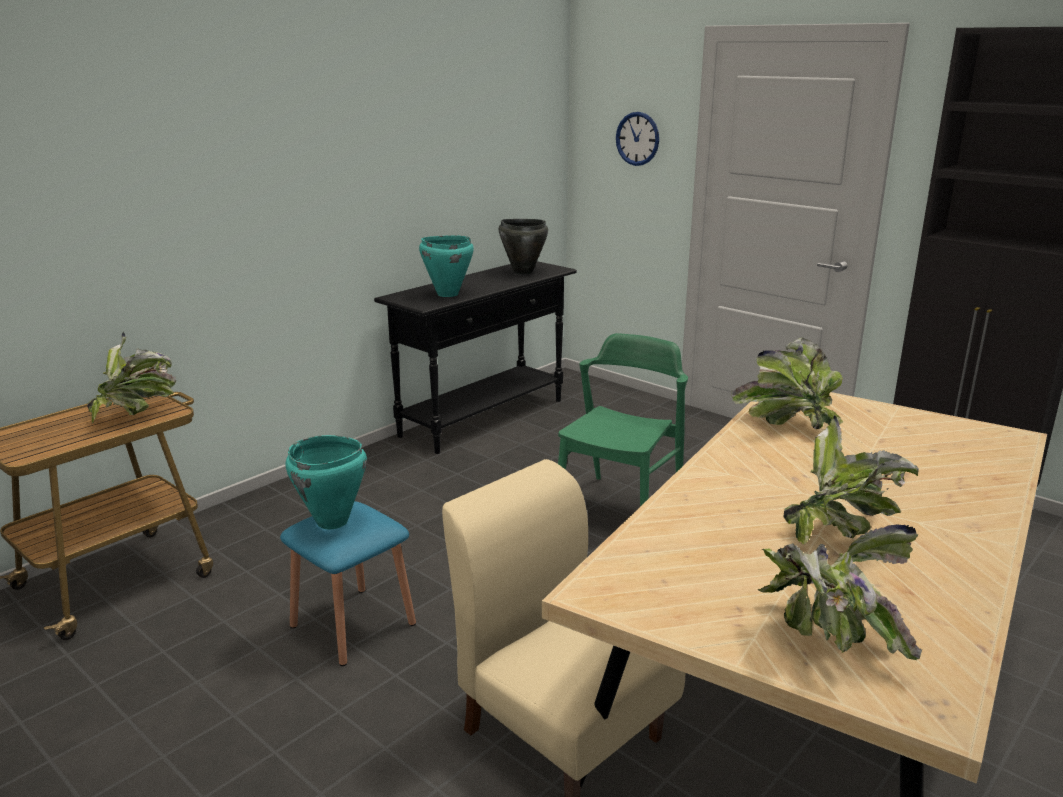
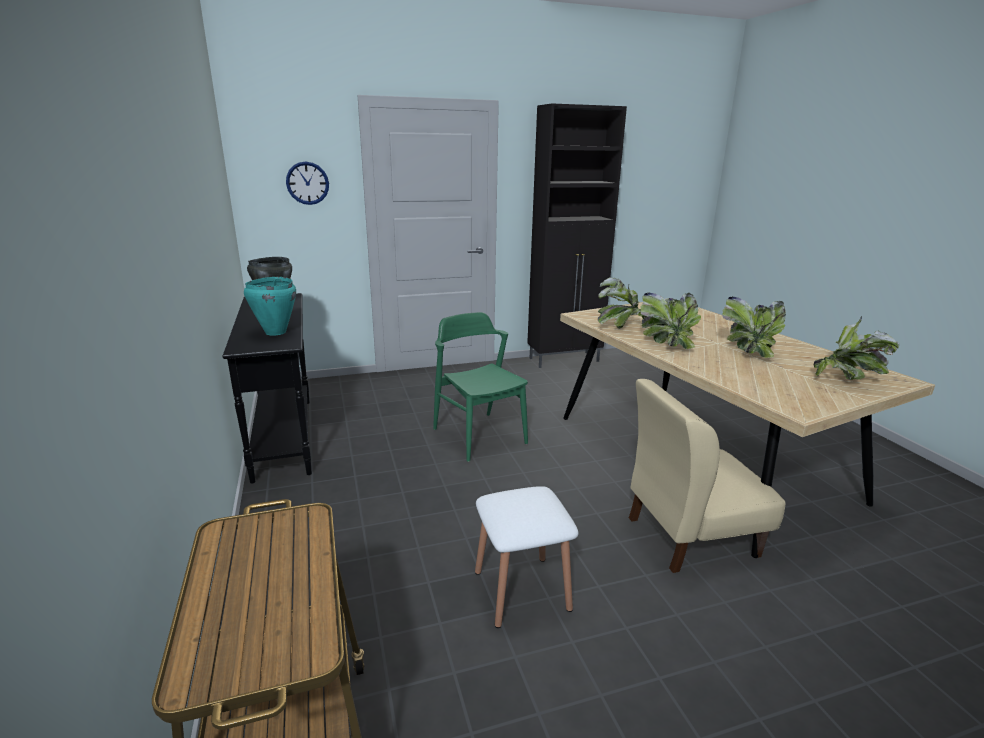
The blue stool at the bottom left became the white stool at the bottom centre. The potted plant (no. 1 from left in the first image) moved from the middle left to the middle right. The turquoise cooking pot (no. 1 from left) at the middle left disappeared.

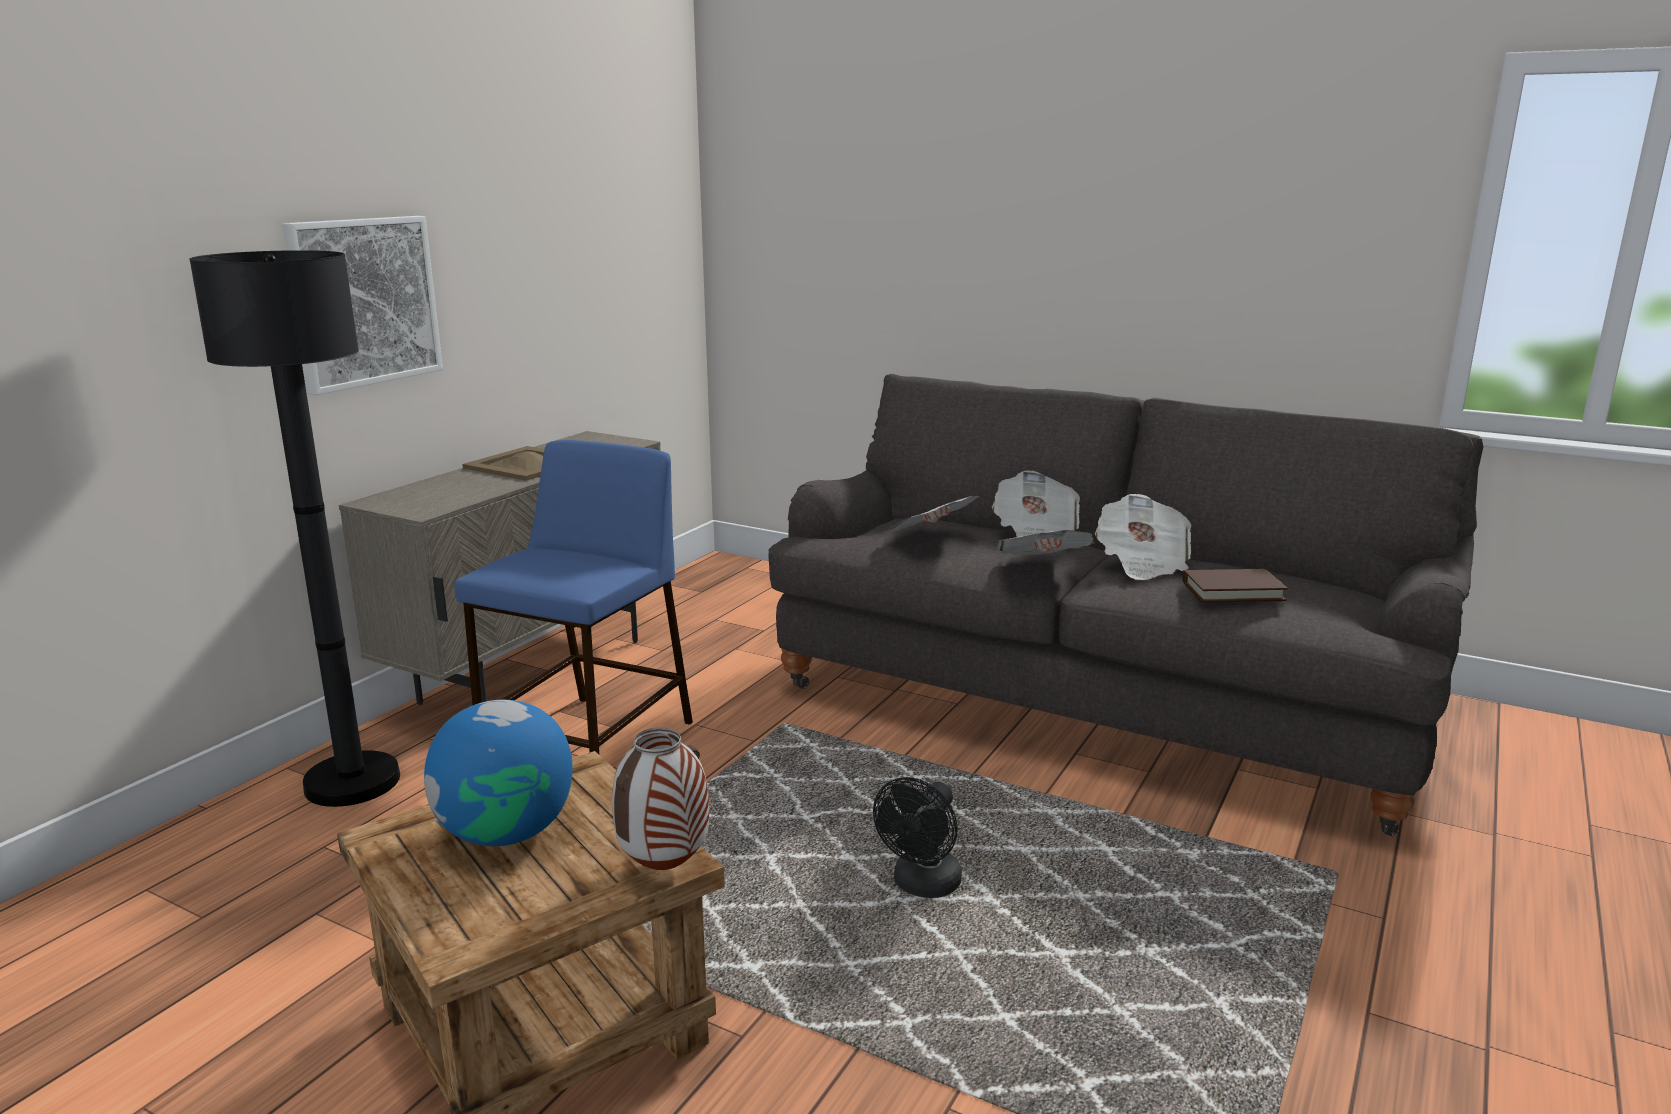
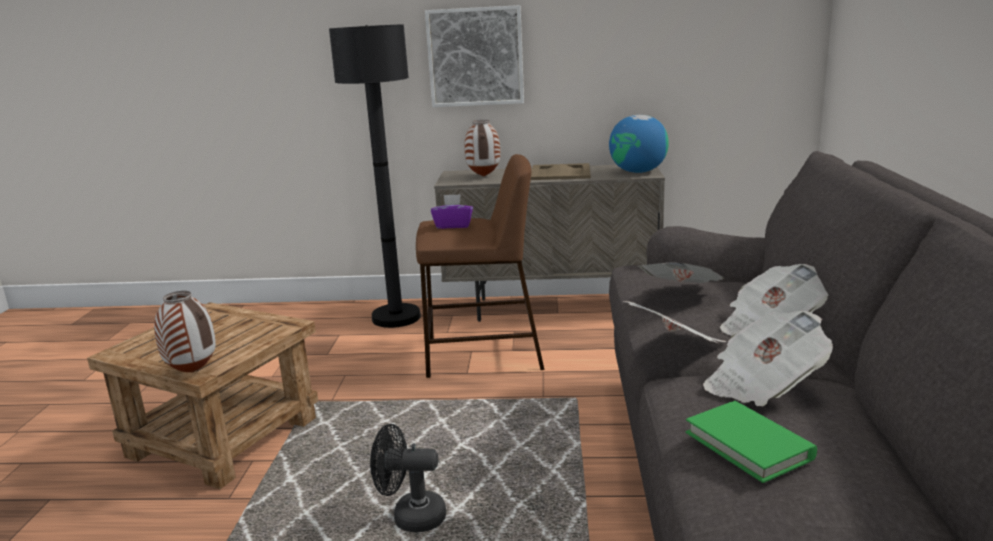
The blue stool at the centre became the brown stool at the centre. The purple tissue box at the centre appeared. The vase (no. 2 from left) at the top centre appeared. The globe moved from the bottom left to the top centre. The brown book at the middle right became the green book at the bottom right.

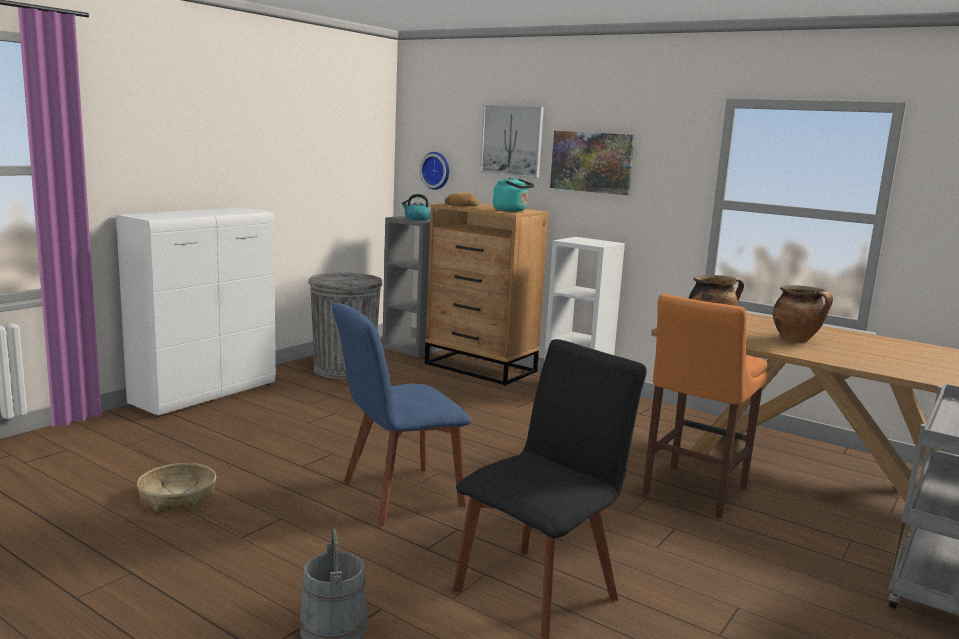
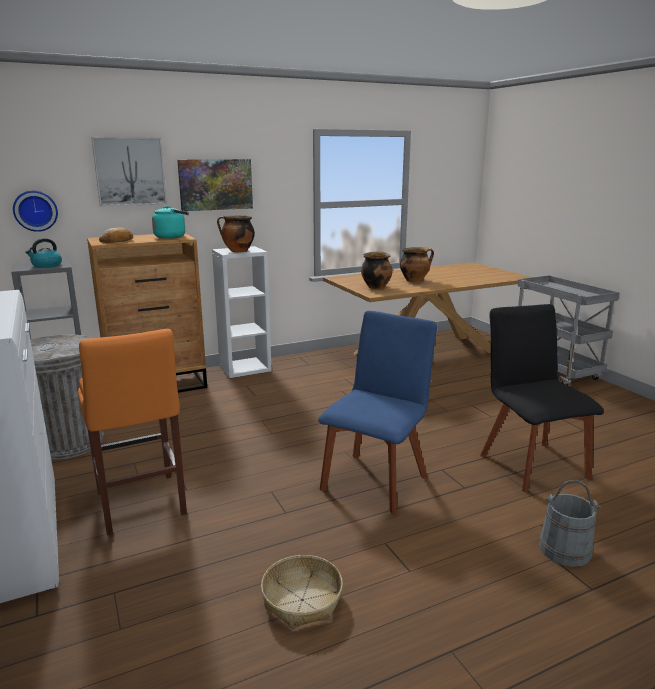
The orange stool moved from the middle right to the middle left. The cooking pot (no. 1 from left) at the centre appeared. The blue chair at the centre turned 150 degrees counterclockwise.

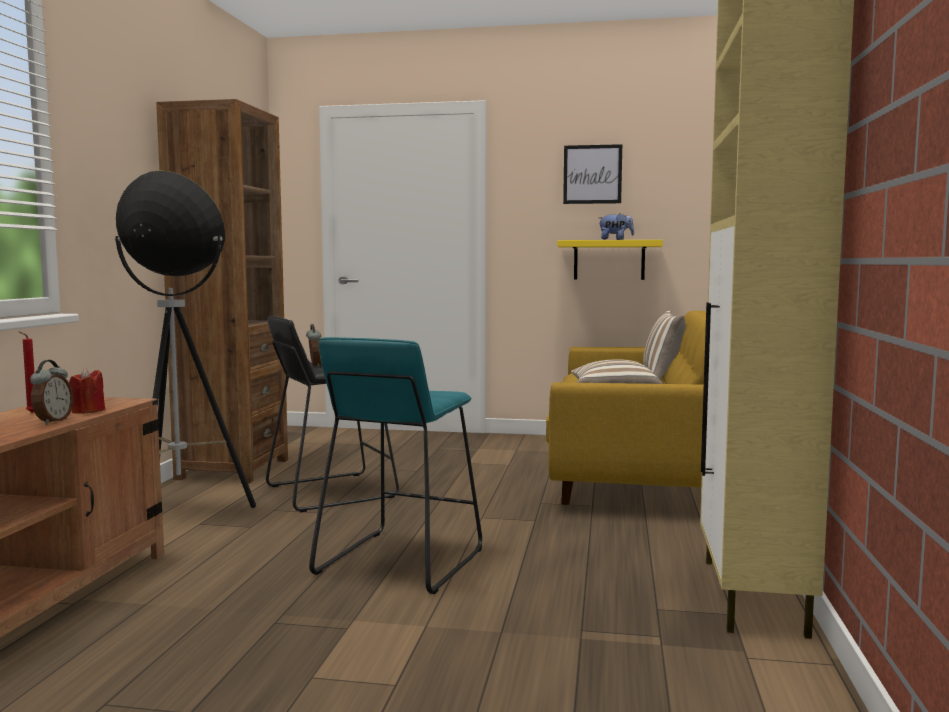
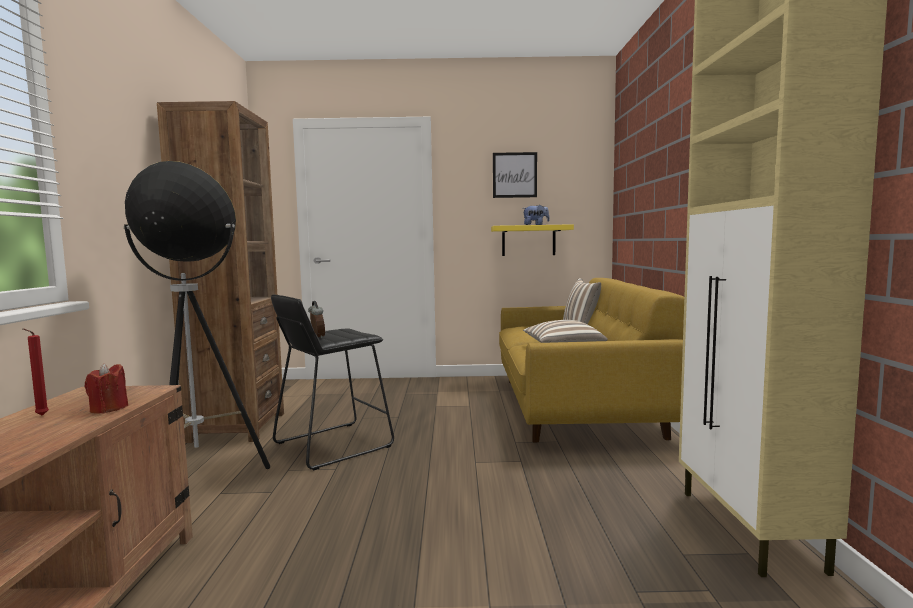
The alarm clock (no. 1 from left) at the middle left disappeared. The turquoise stool at the centre disappeared.

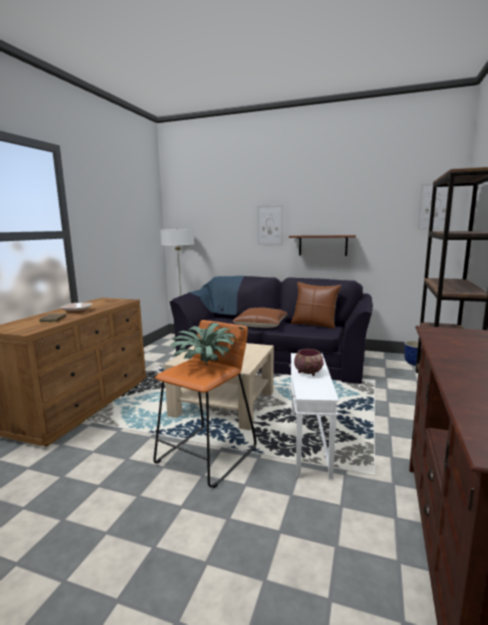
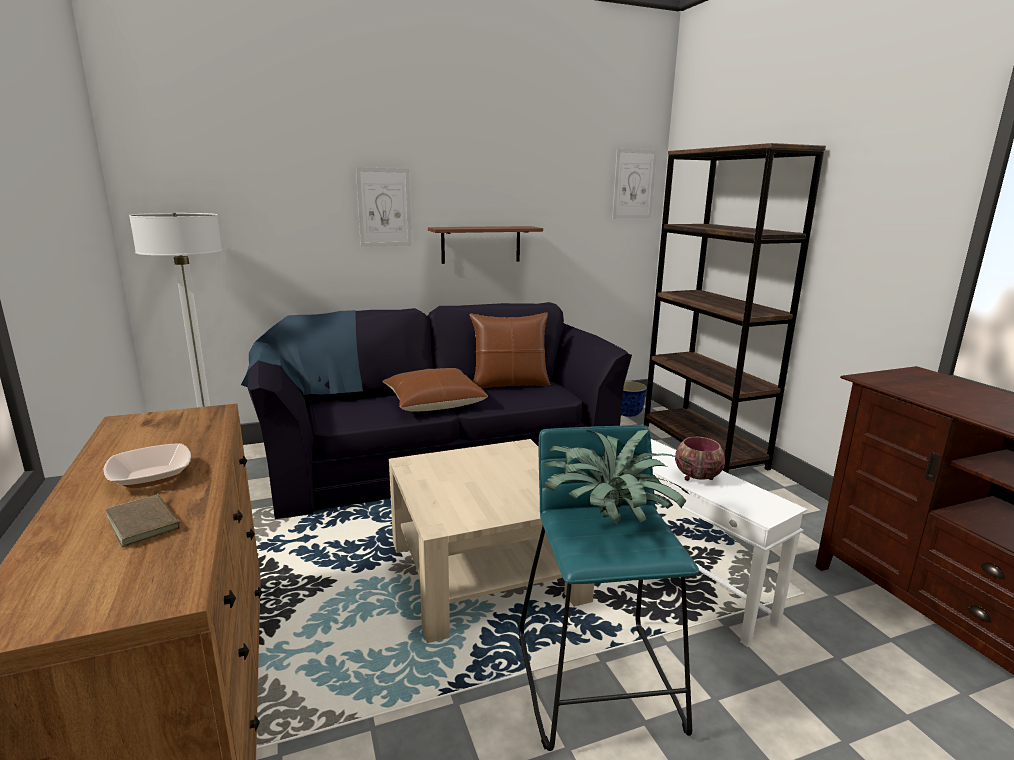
The orange stool at the centre became the turquoise stool at the bottom centre.

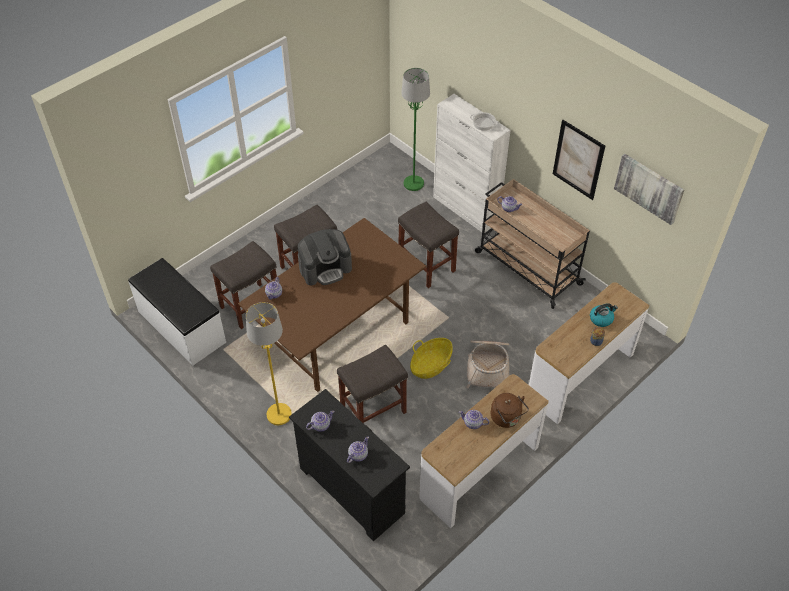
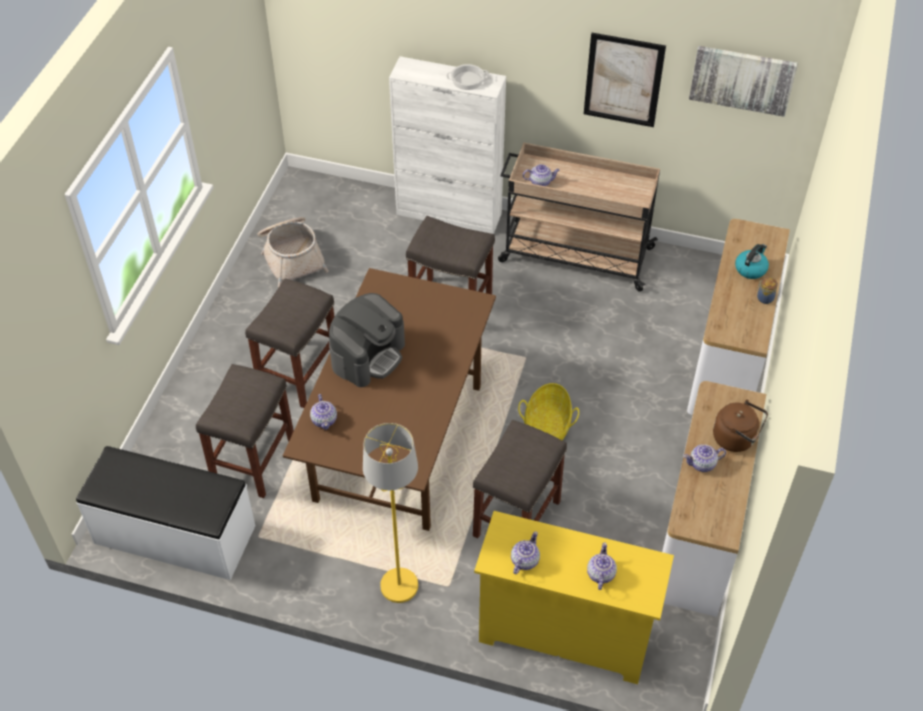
The basket (no. 2 from left in the first image) moved from the centre to the middle left. The black dresser at the bottom centre became the yellow dresser at the bottom centre. The green floor lamp at the top centre disappeared.

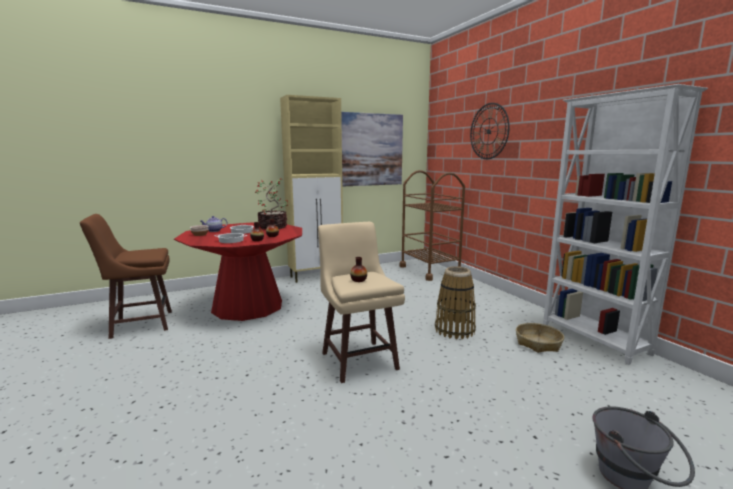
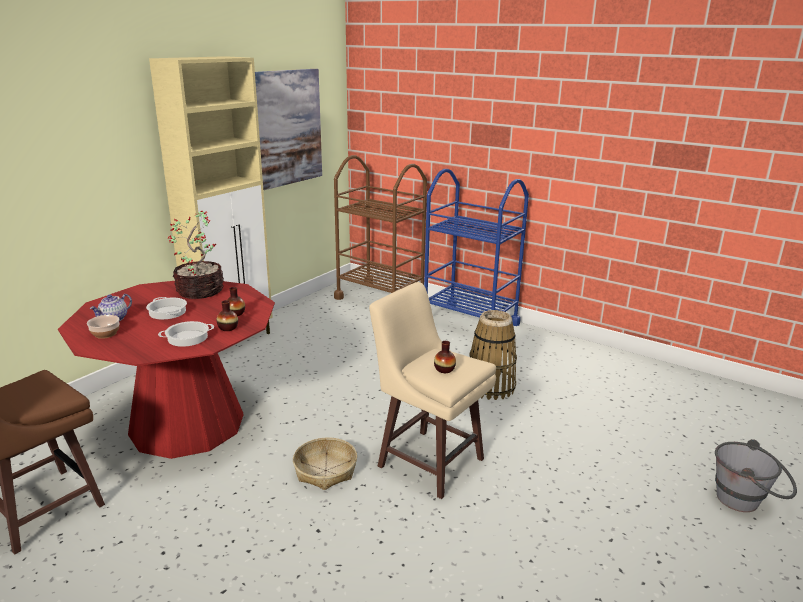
The basket (no. 2 from left in the first image) moved from the bottom right to the bottom centre. The blue cart at the centre appeared. The wall clock at the top right disappeared. The white bookcase at the middle right disappeared.

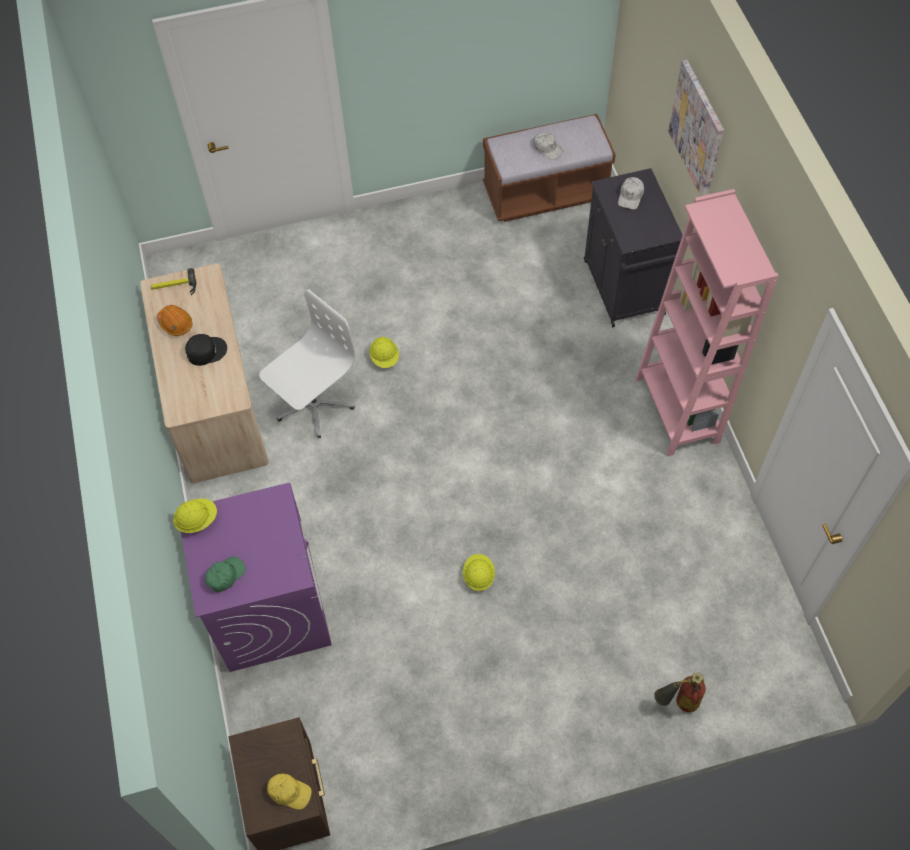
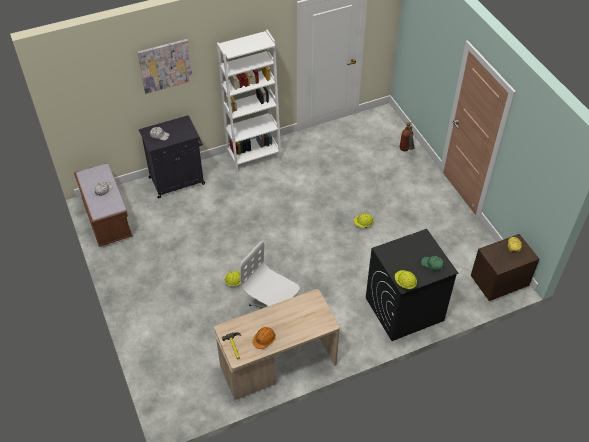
The pink bookcase at the middle right became the white bookcase at the top centre. The purple washing machine at the bottom left became the black washing machine at the middle right. The black cap at the middle left disappeared.

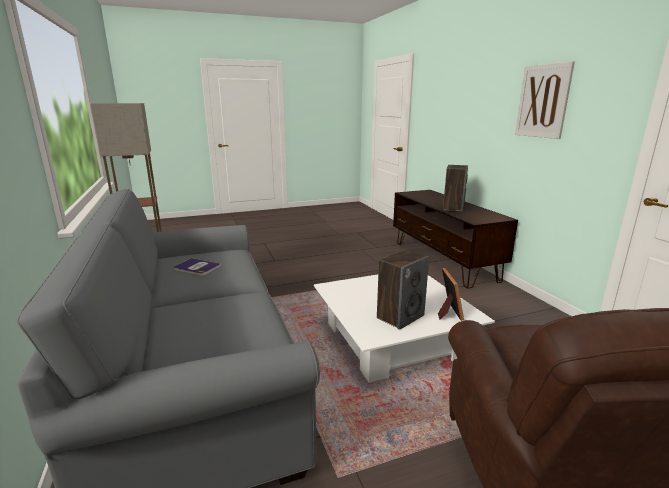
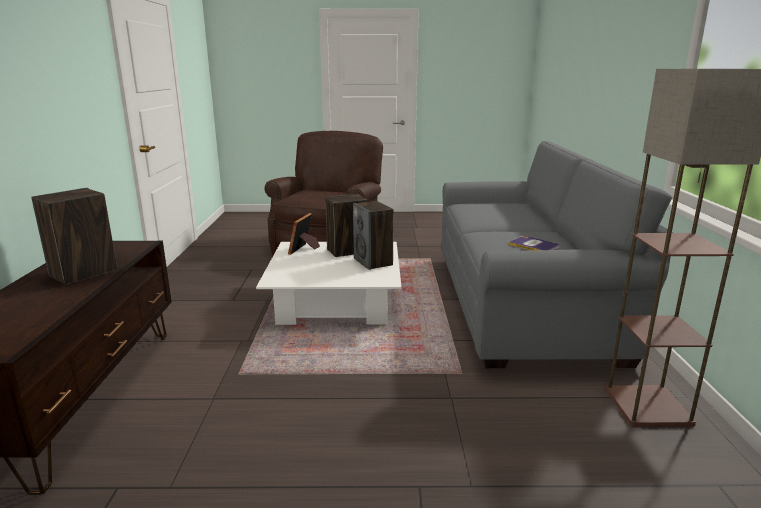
The speaker (no. 3 from left) at the centre appeared. The picture at the top right disappeared.

